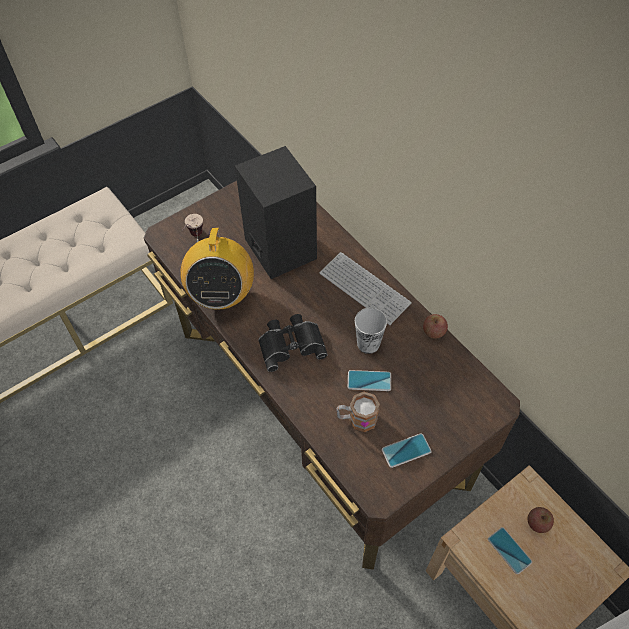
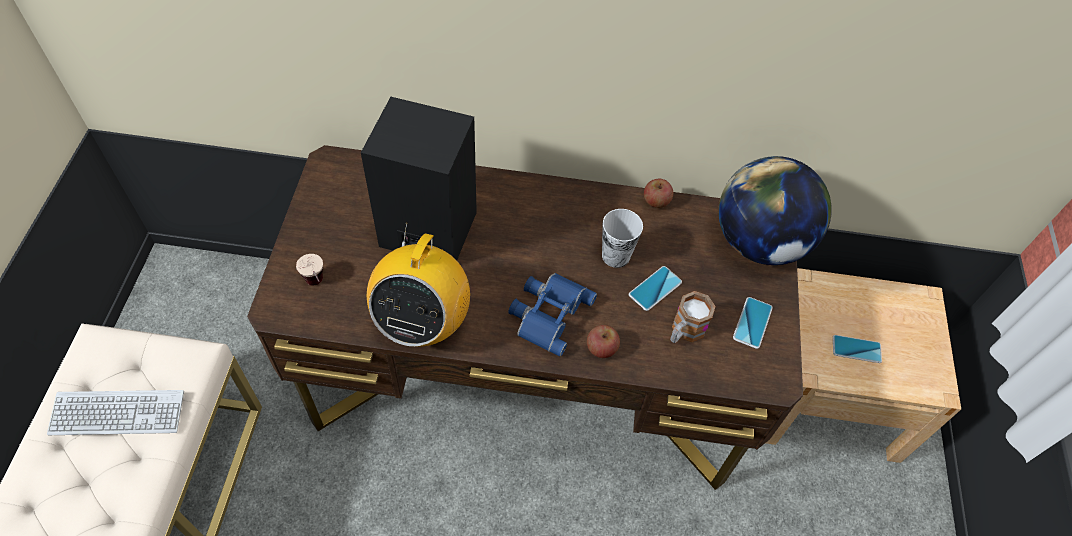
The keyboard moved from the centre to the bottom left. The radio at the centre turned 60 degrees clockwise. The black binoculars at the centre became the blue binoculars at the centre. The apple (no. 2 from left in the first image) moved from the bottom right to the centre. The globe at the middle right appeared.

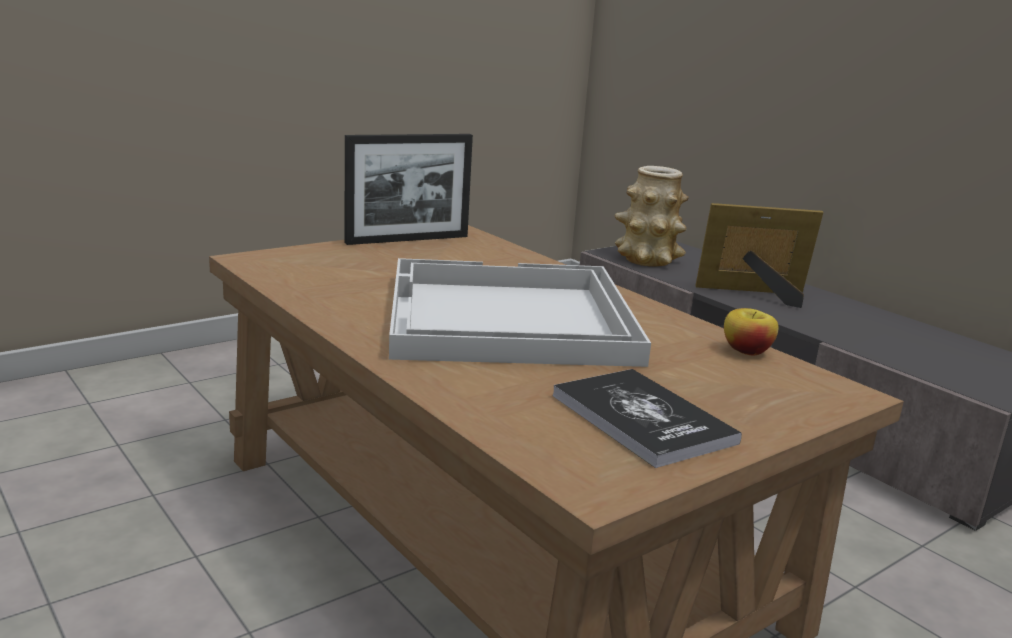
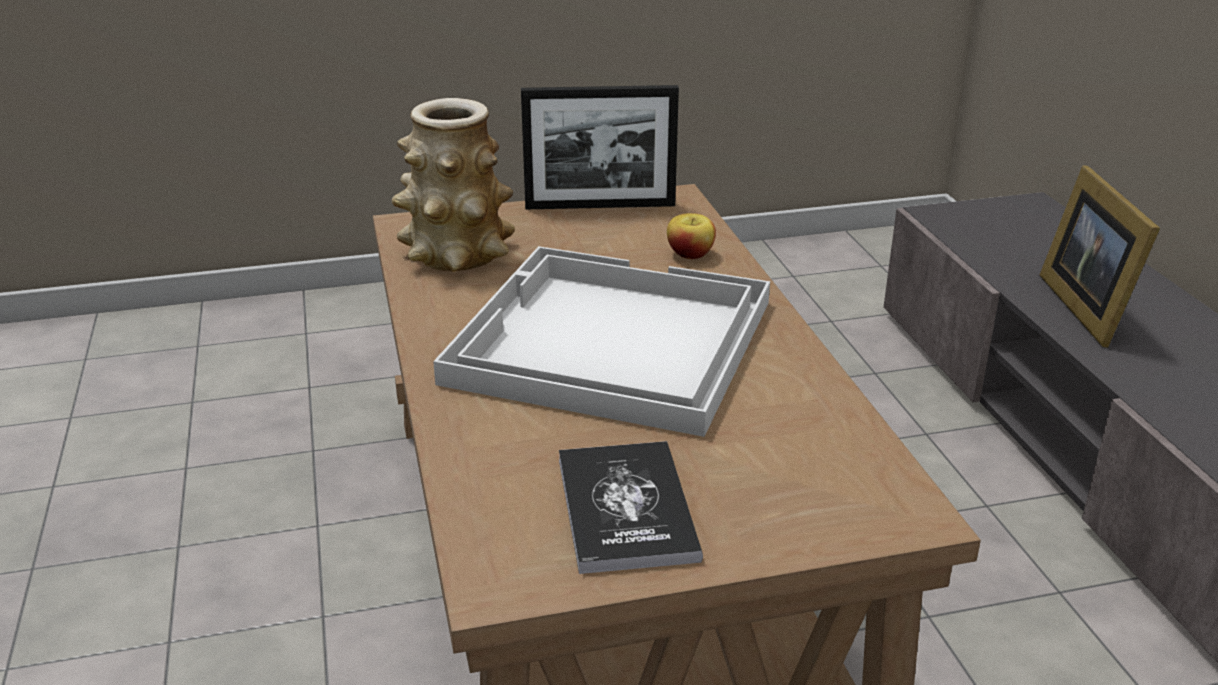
The vase moved from the centre to the top centre. The apple moved from the middle right to the centre. The picture frame (no. 2 from left) at the middle right turned 120 degrees counterclockwise.

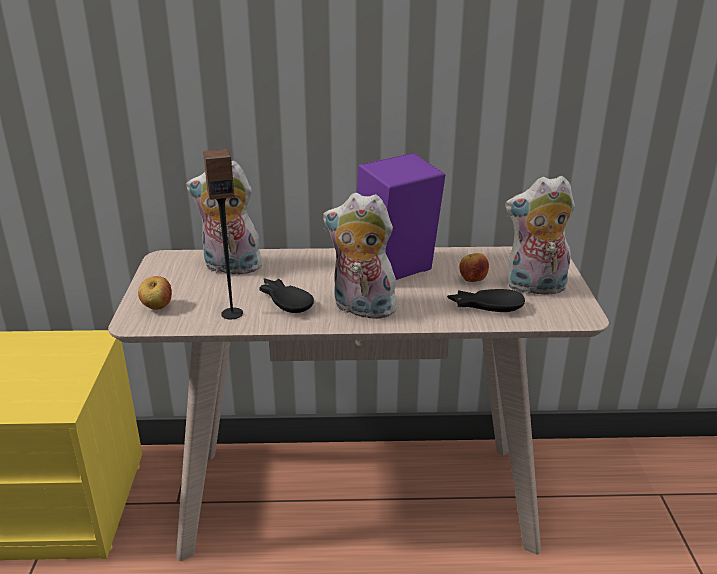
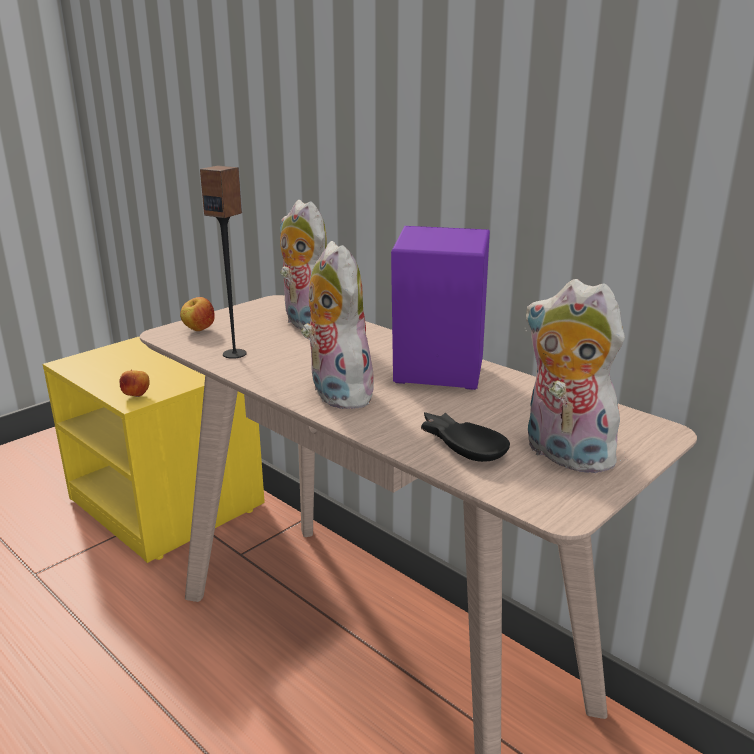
The apple (no. 2 from left in the first image) moved from the centre to the middle left. The black bowl (no. 1 from left) at the centre disappeared.

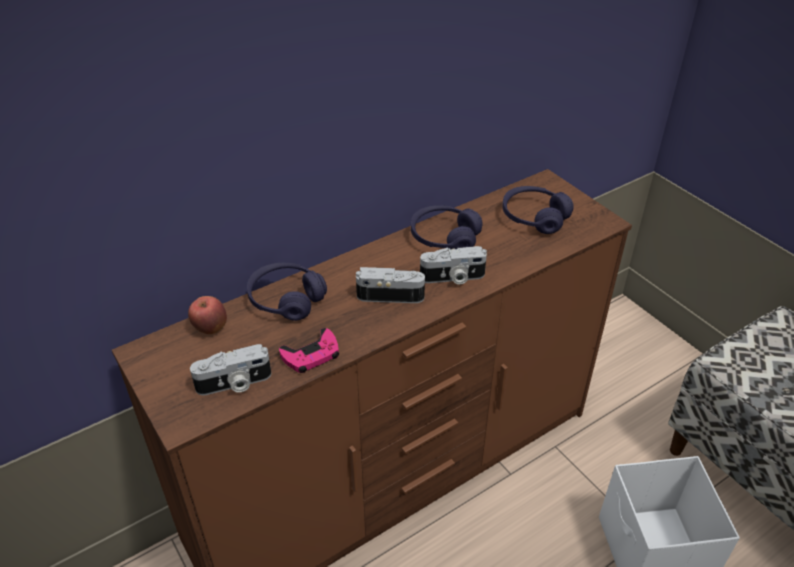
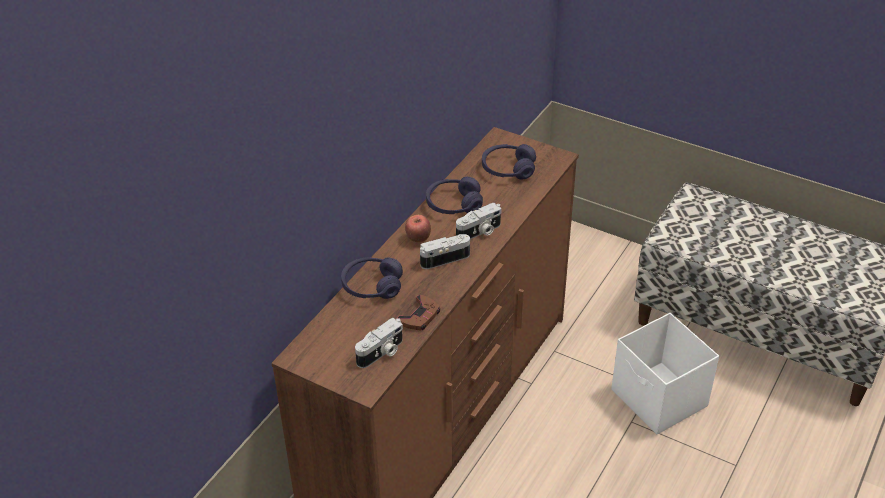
The pink game controller at the centre became the brown game controller at the centre. The apple moved from the middle left to the centre.

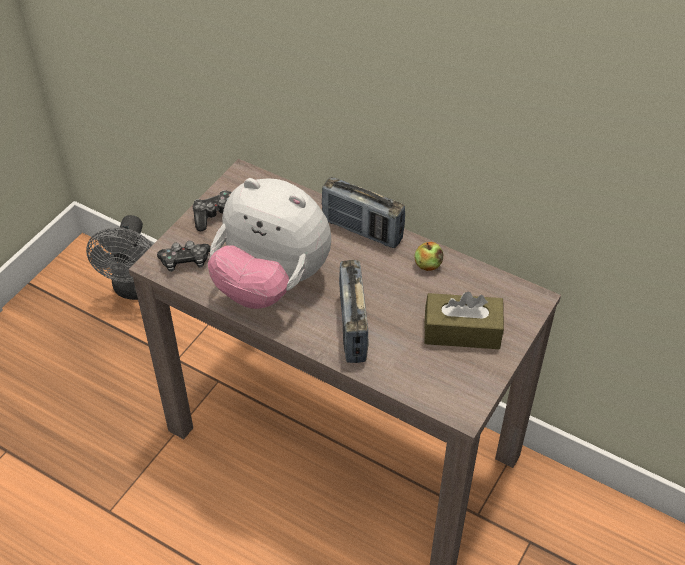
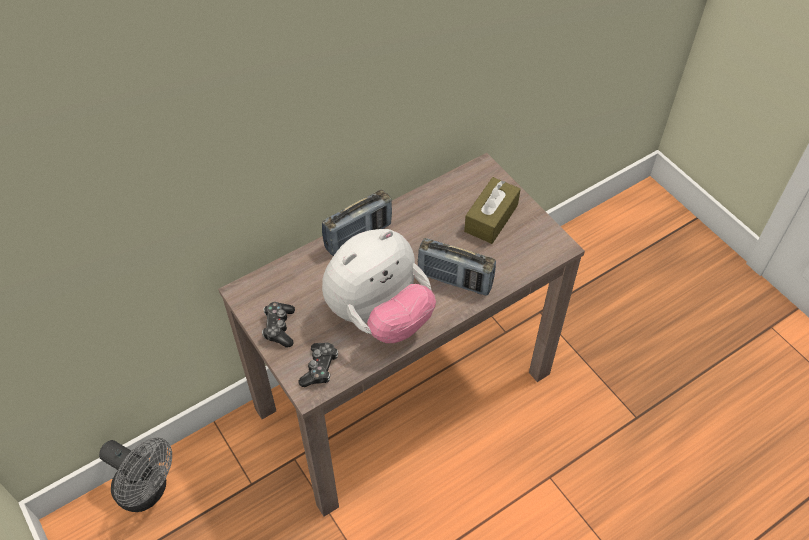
The apple at the centre disappeared.

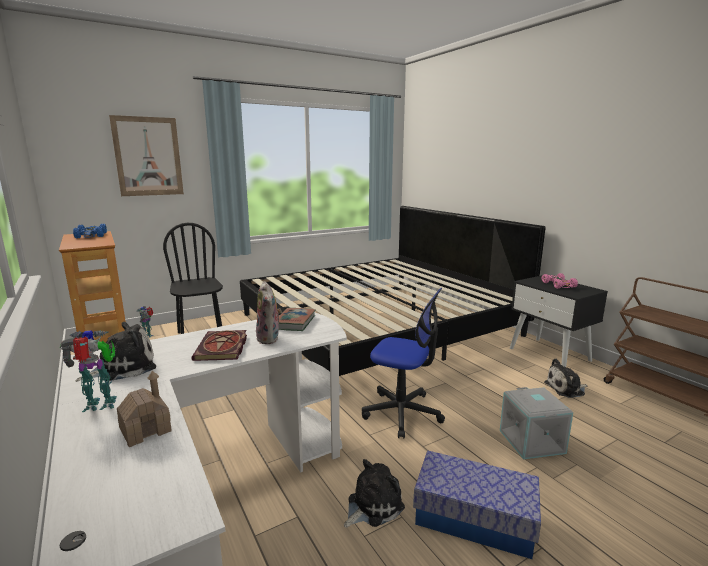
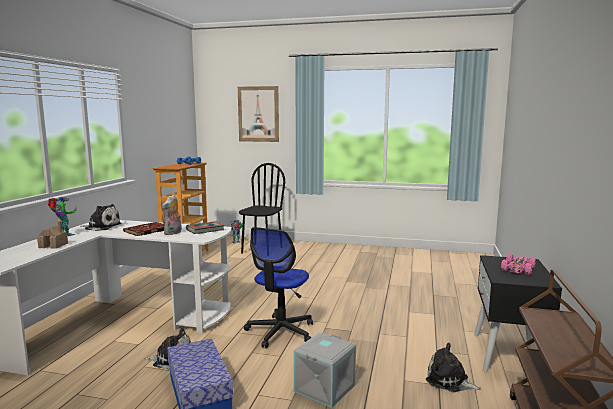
The office chair at the centre turned 45 degrees clockwise. The bed at the centre disappeared.

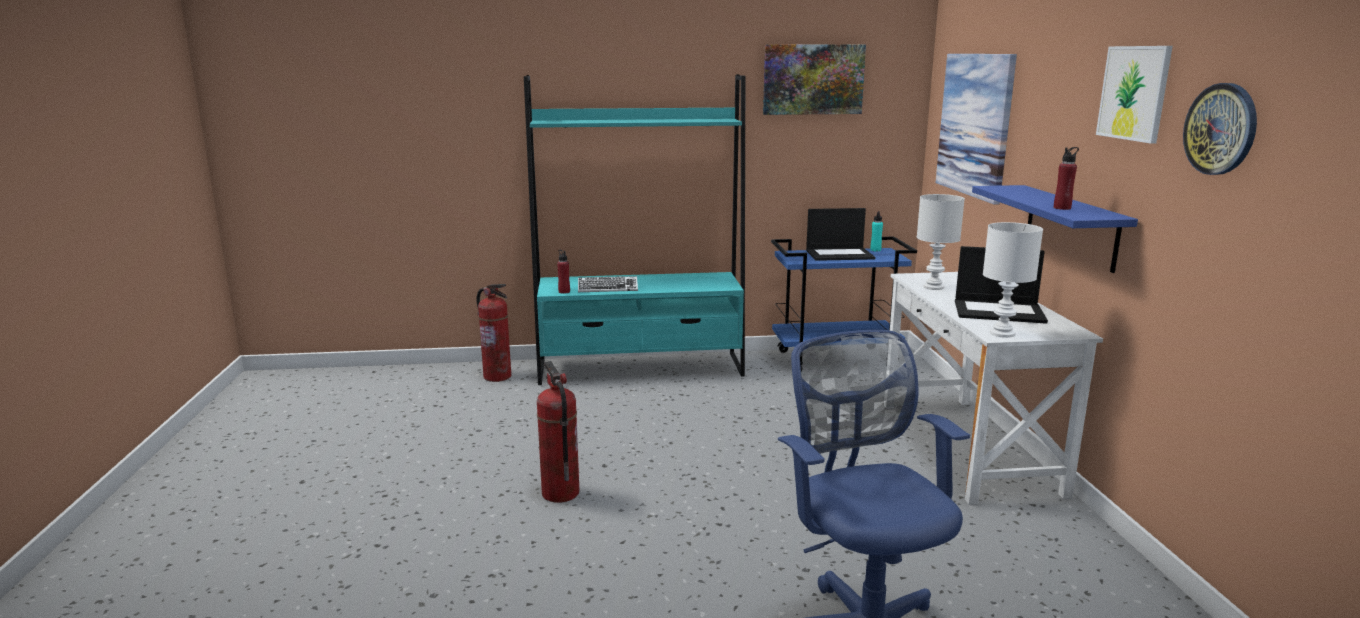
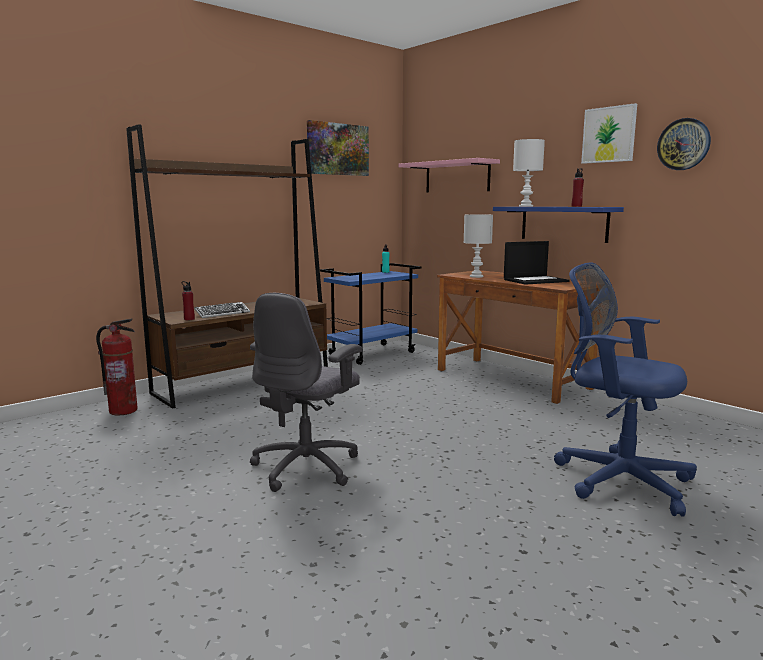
The turquoise bookcase at the centre became the brown bookcase at the middle left. The fire extinguisher (no. 2 from left) at the bottom centre was replaced by the grey office chair at the centre. The picture (no. 2 from left) at the top right was replaced by the pink shelf at the top centre. The white desk at the middle right became the brown desk at the middle right. The white table lamp (no. 2 from left) moved from the middle right to the top right. The laptop (no. 1 from left) at the centre disappeared.

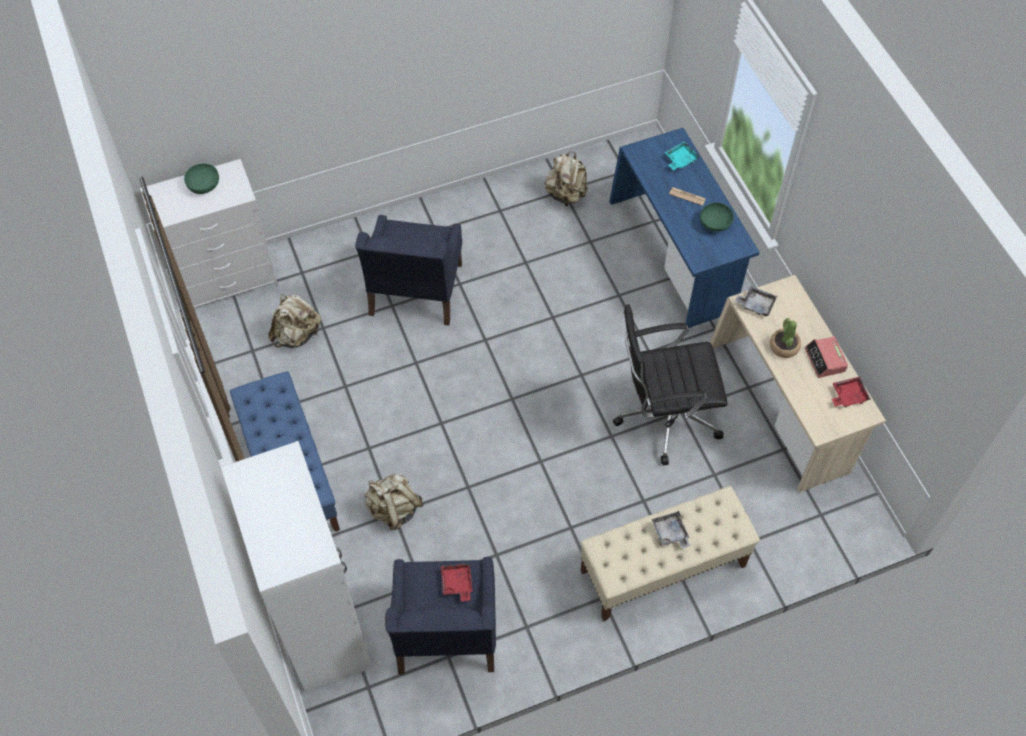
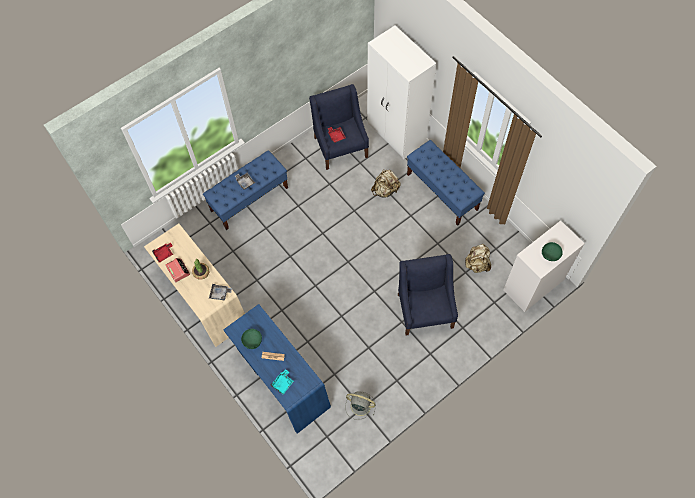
The beige bench at the bottom centre became the blue bench (no. 1 from left) at the centre. The beige backpack (no. 3 from left) at the top centre was replaced by the grey fan at the bottom centre. The black office chair at the centre disappeared.

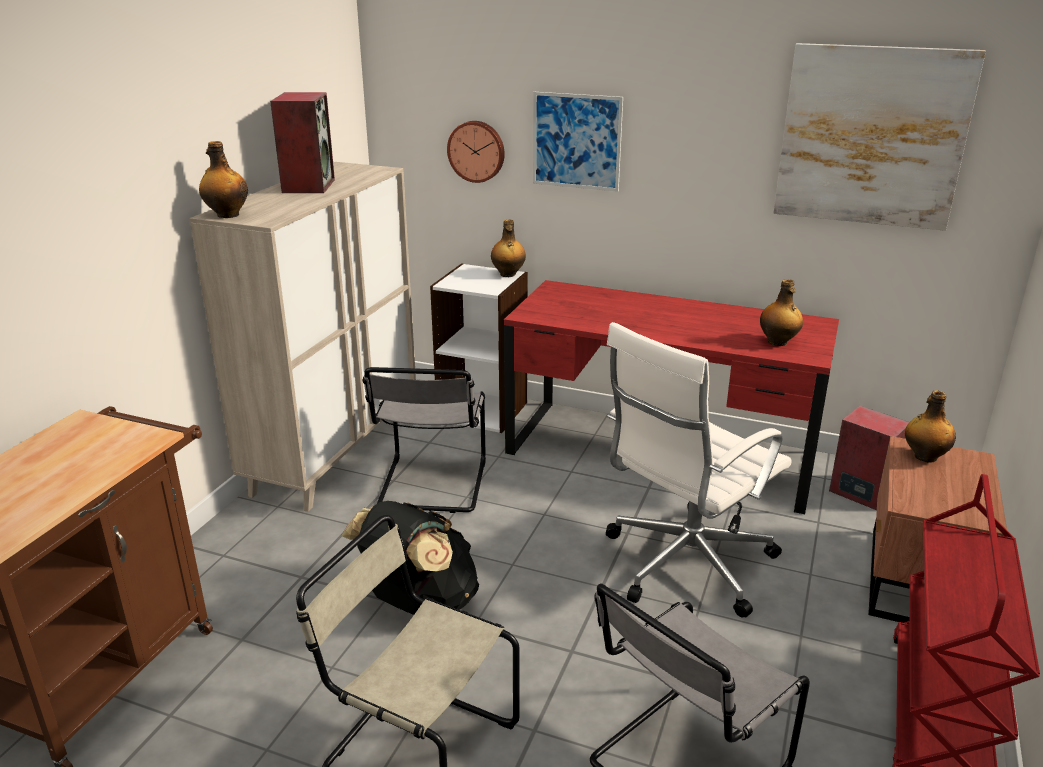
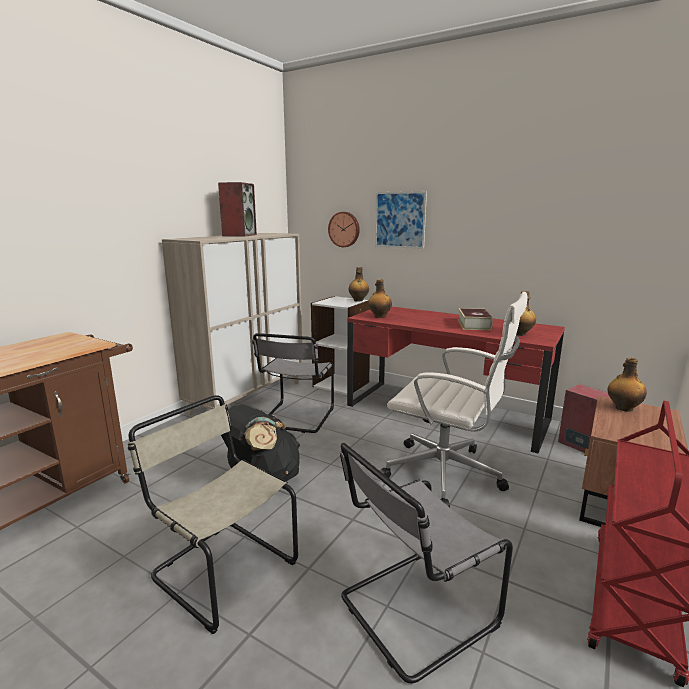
The bottle (no. 1 from left in the first image) moved from the top left to the centre. The white office chair at the middle right turned 120 degrees counterclockwise. The book at the middle right appeared. The picture (no. 2 from left) at the top right disappeared.

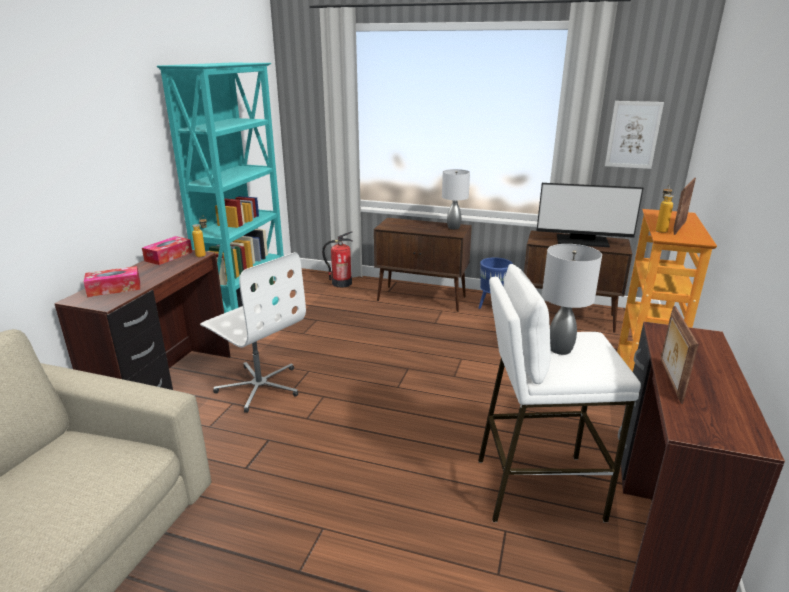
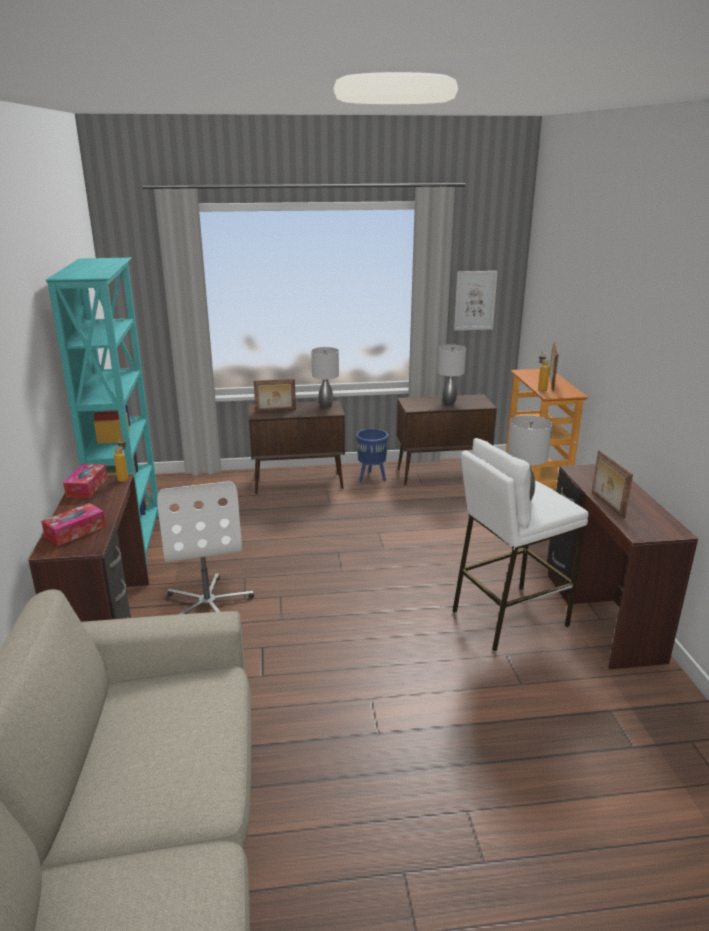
The white office chair at the middle left turned 60 degrees clockwise. The picture frame (no. 1 from left) at the centre appeared. The monitor at the middle right was replaced by the grey table lamp (no. 2 from left) at the centre. The fire extinguisher at the centre disappeared.

